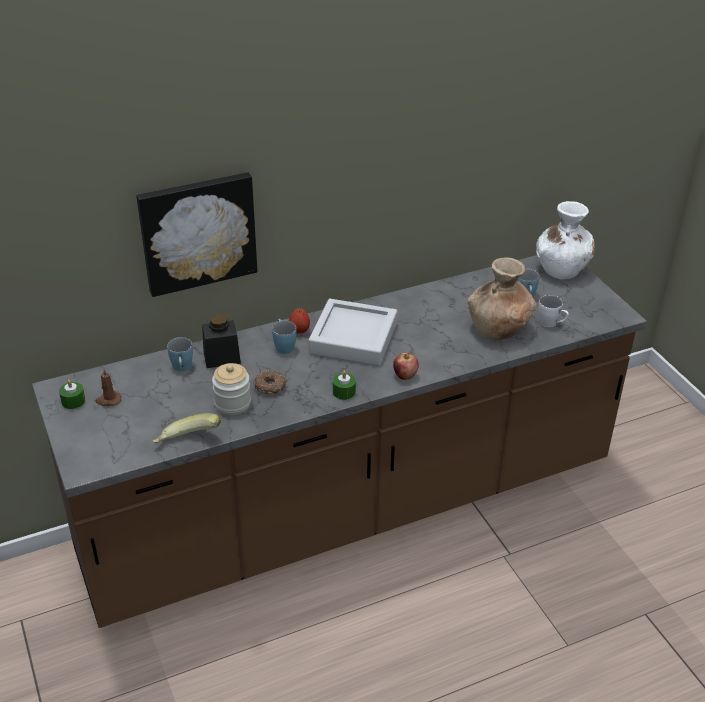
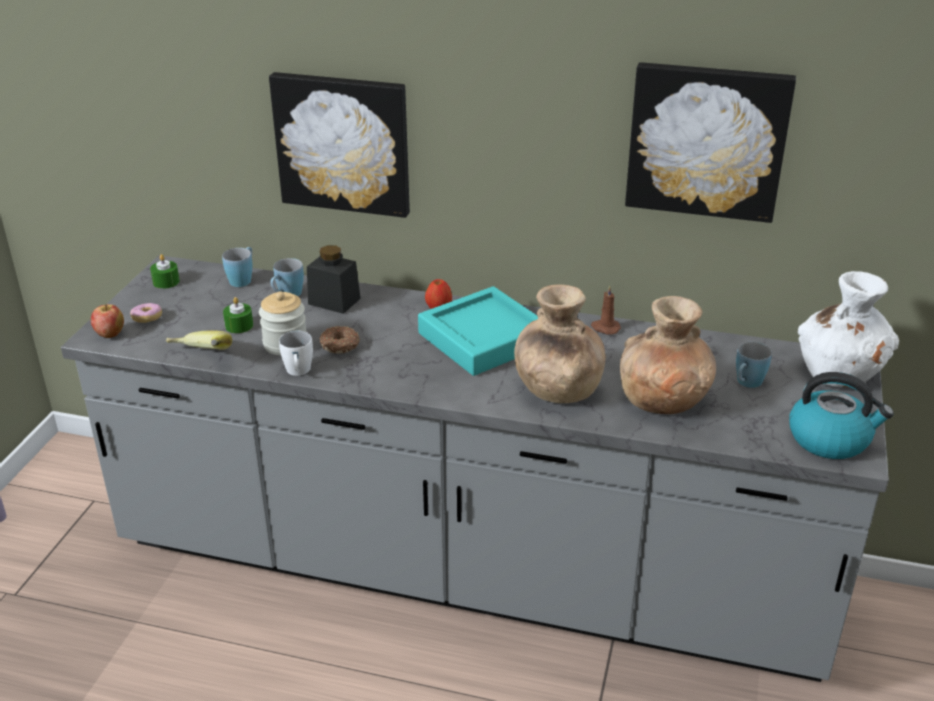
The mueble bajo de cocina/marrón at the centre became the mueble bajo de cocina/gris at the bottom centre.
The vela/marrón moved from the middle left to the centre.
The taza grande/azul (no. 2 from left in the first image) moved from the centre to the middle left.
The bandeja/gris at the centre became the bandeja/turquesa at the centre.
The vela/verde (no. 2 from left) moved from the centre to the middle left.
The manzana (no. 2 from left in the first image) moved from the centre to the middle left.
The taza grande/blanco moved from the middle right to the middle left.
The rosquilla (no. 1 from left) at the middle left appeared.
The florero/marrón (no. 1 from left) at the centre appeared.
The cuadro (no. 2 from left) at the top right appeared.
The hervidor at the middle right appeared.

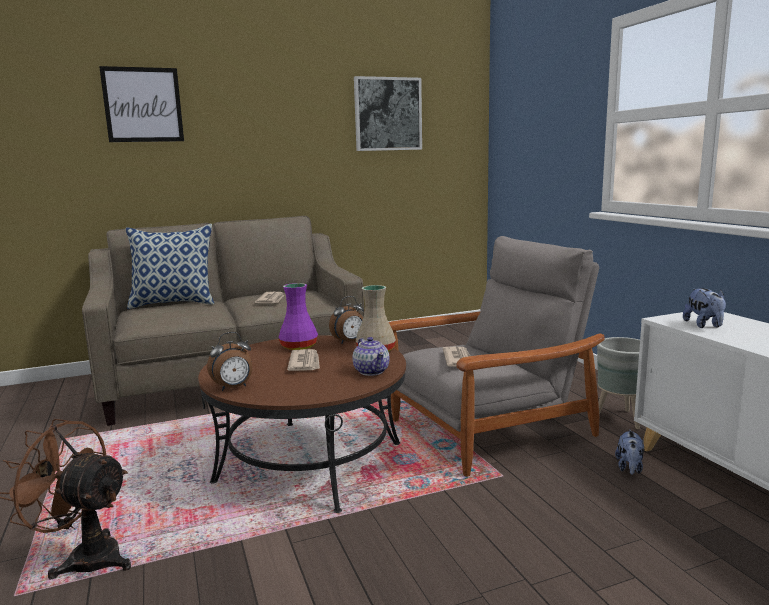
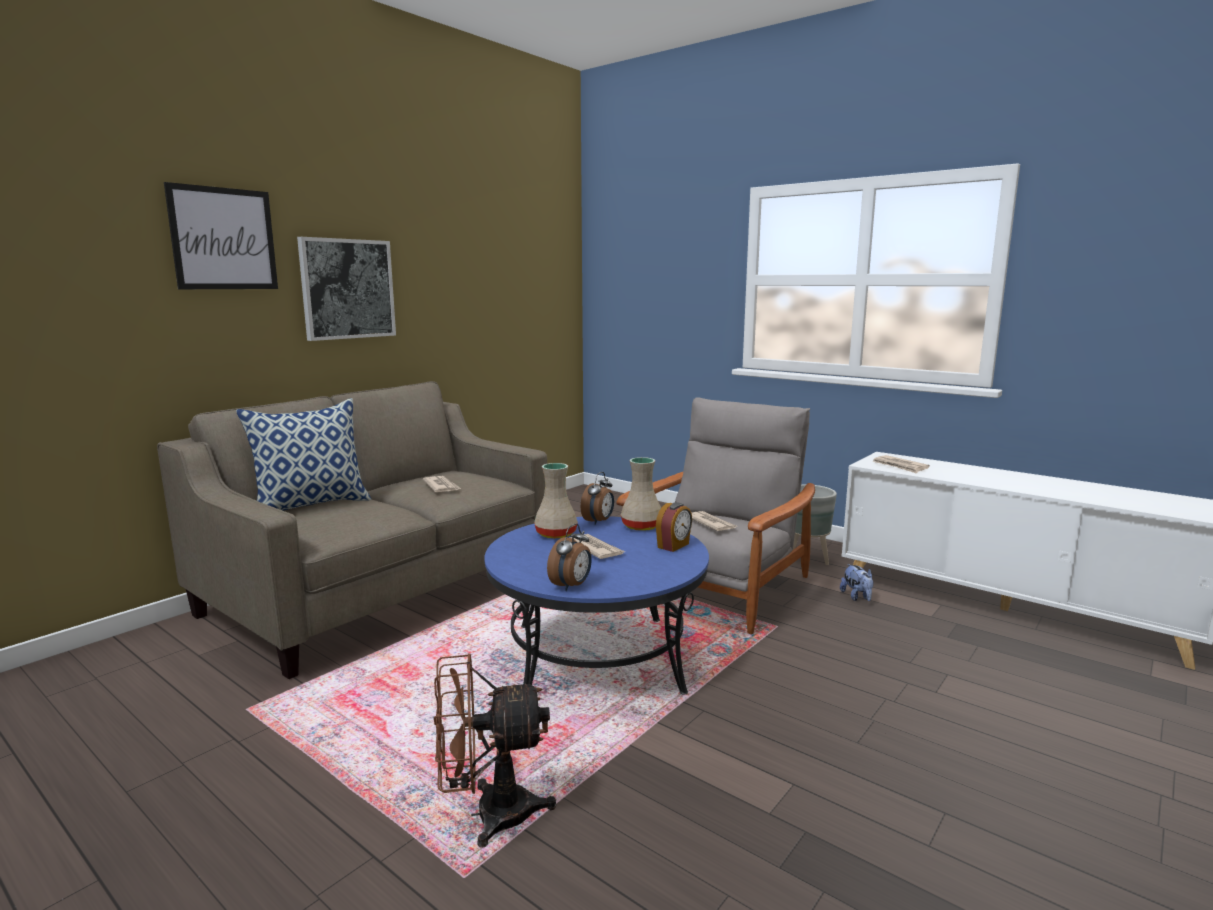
The mesa de centro/marrón at the bottom centre became the mesa de centro/azul at the centre.
The florero/morado at the centre became the florero/beis (no. 1 from left) at the centre.
The tetera at the centre was replaced by the despertador (no. 3 from left) at the centre.
The cuadro (no. 2 from left) moved from the top centre to the top left.
The peluche (no. 2 from left) at the middle right was replaced by the periódico (no. 4 from left) at the middle right.

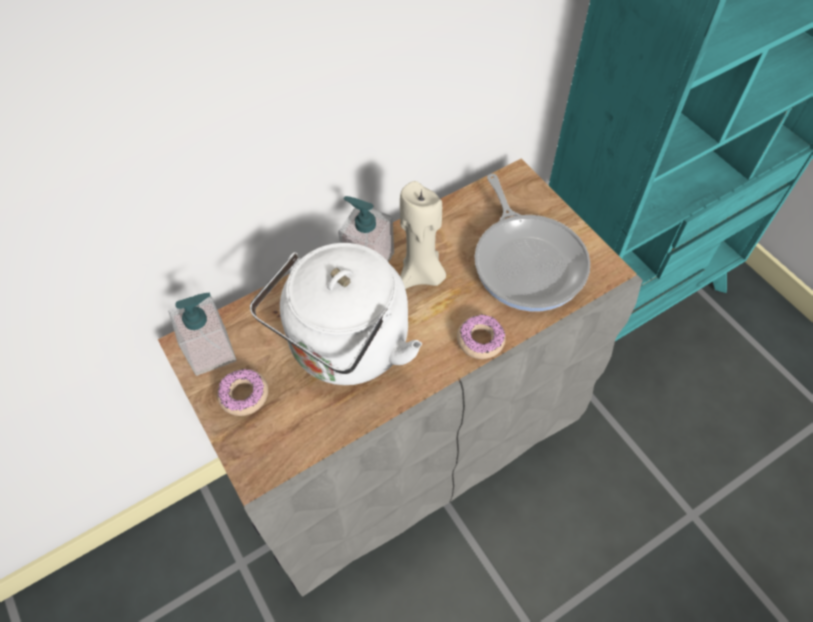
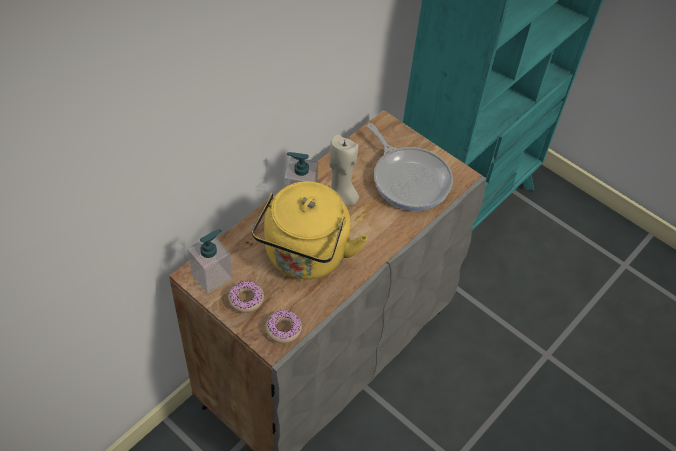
The hervidor/blanco at the centre became the hervidor/amarillo at the centre.
The rosquilla (no. 2 from left) moved from the centre to the bottom centre.

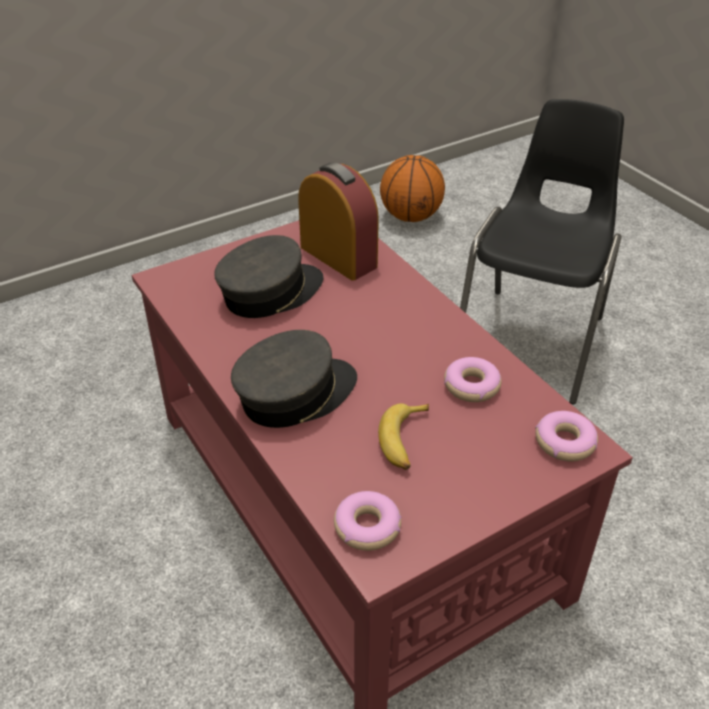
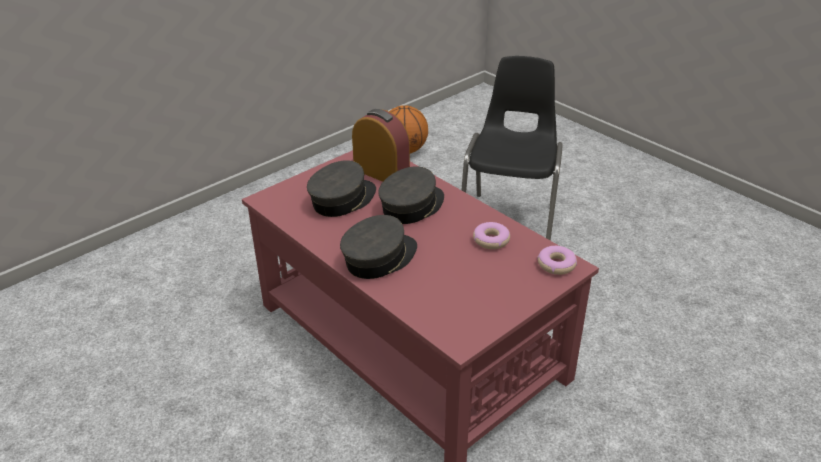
The rosquilla (no. 1 from left) at the bottom centre disappeared.
The plátano at the centre disappeared.
The gorra/gris (no. 3 from left) at the centre appeared.

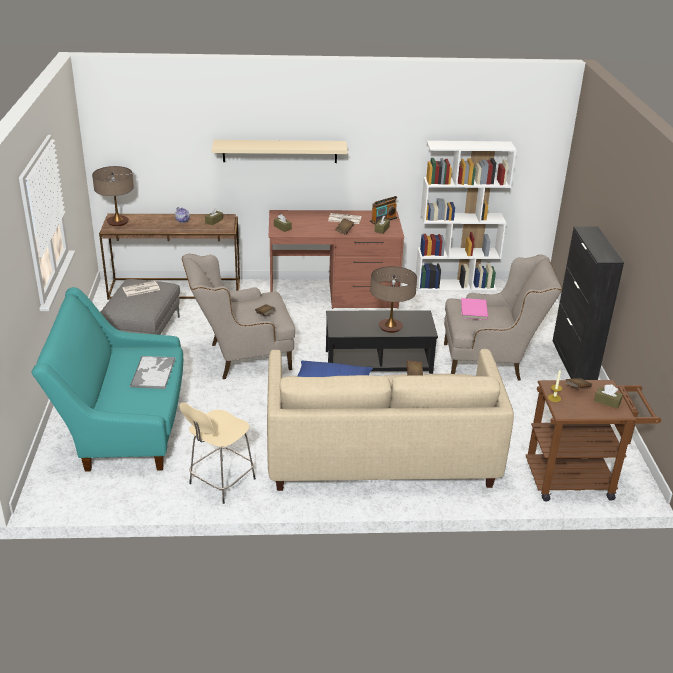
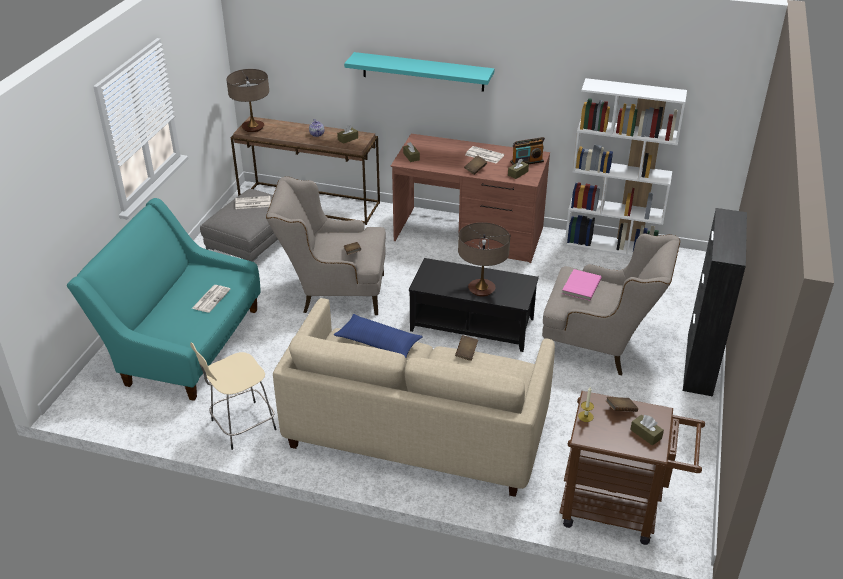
The bandeja at the middle left was replaced by the periódico (no. 1 from left) at the middle left.
The estante/beis at the top centre became the estante/turquesa at the top centre.

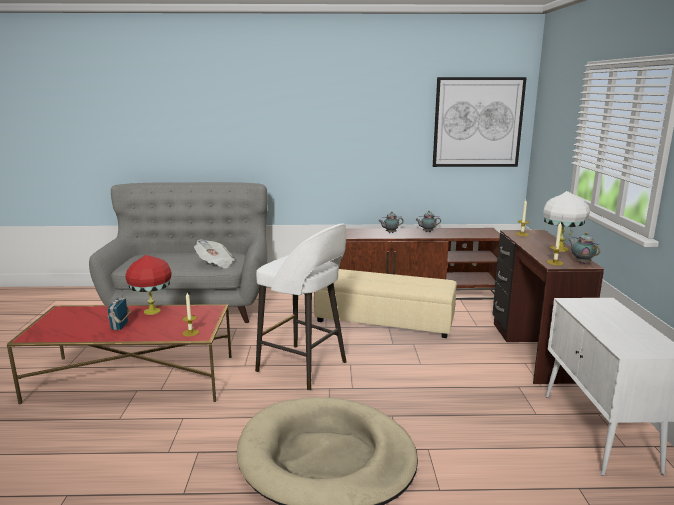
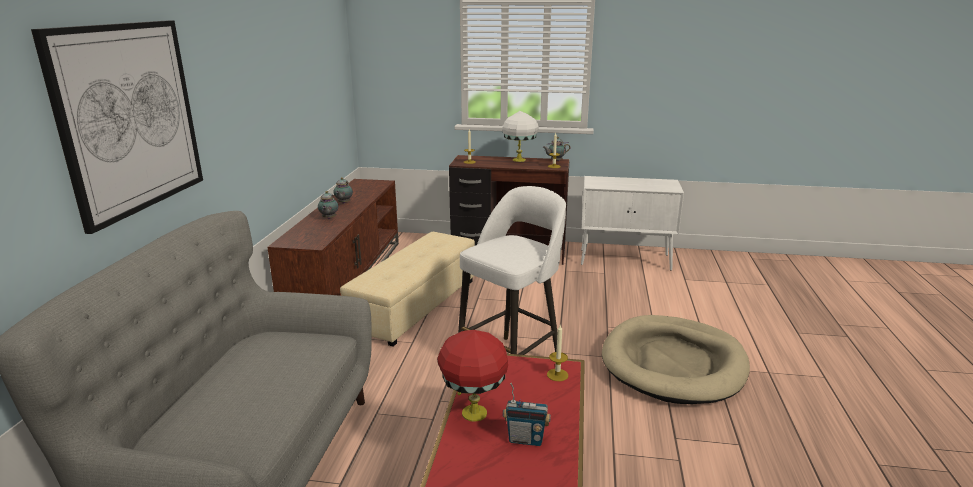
The periódico at the middle left disappeared.
The cuadro moved from the top right to the top left.

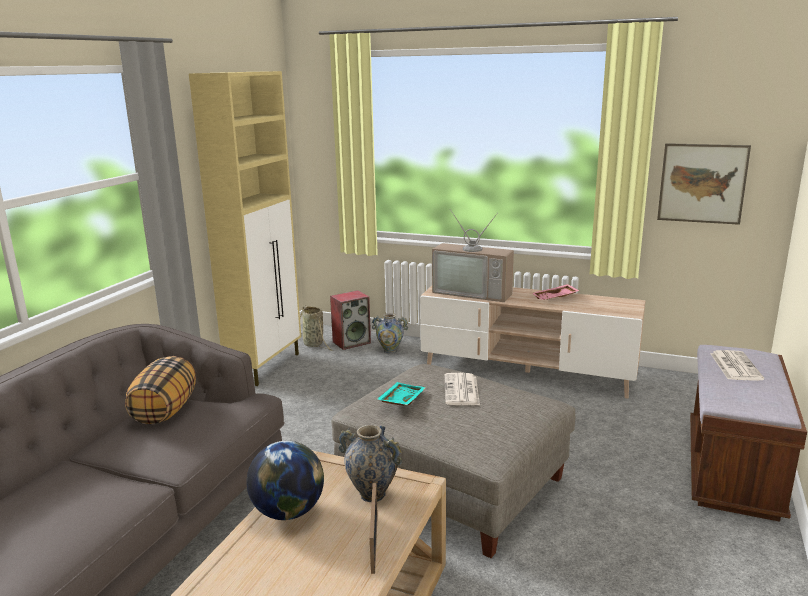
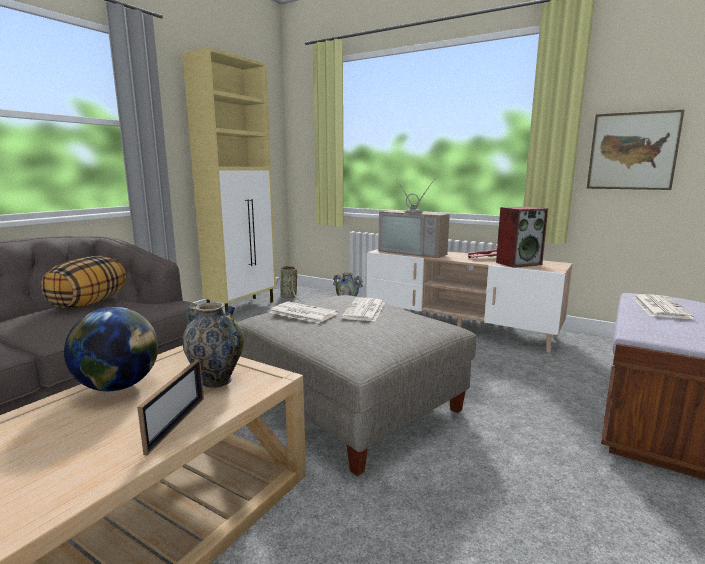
The altavoz moved from the centre to the middle right.
The bandeja/turquesa at the centre was replaced by the periódico (no. 1 from left) at the centre.

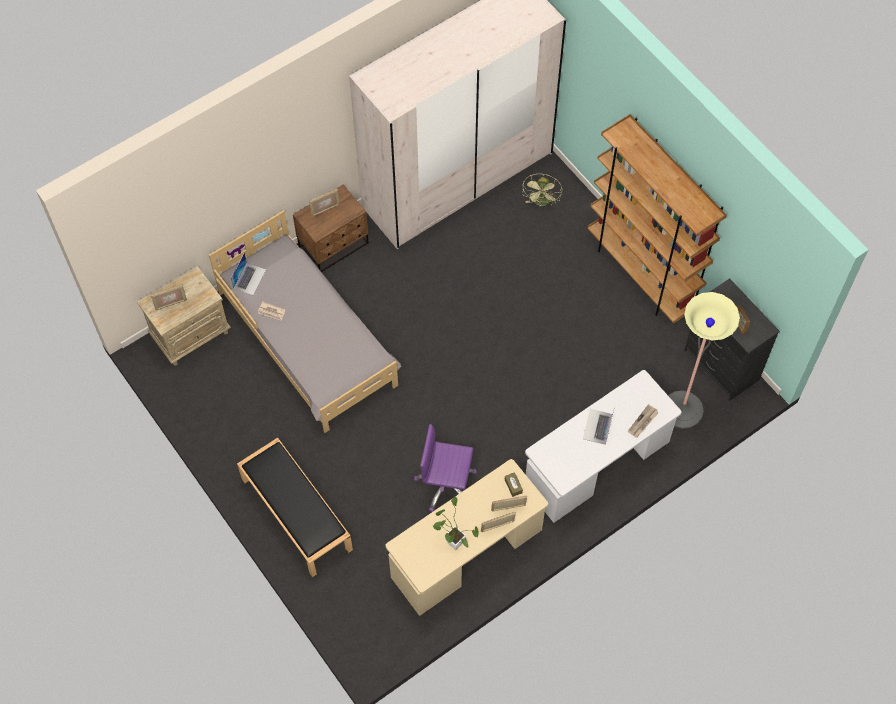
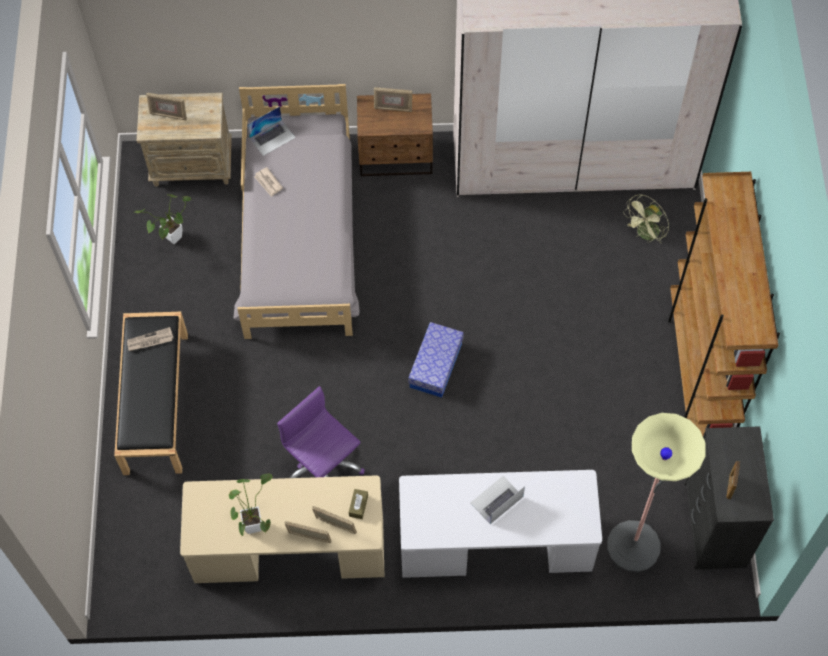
The periódico (no. 2 from left in the first image) moved from the middle right to the middle left.
The planta en maceta (no. 1 from left) at the middle left appeared.
The caja de almacenaje at the centre appeared.

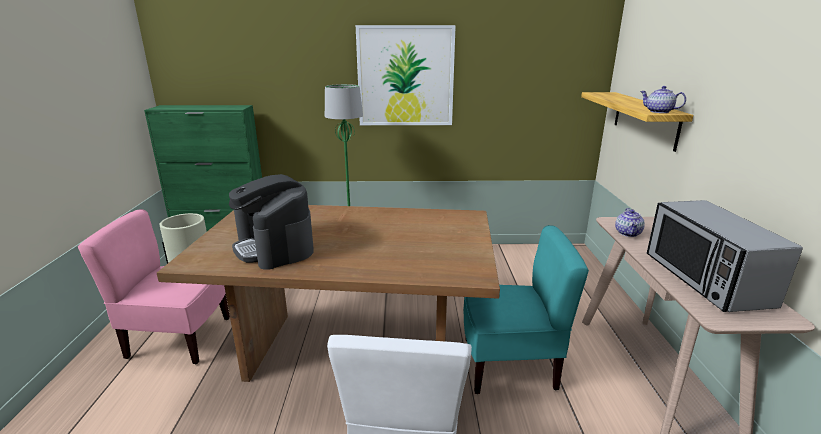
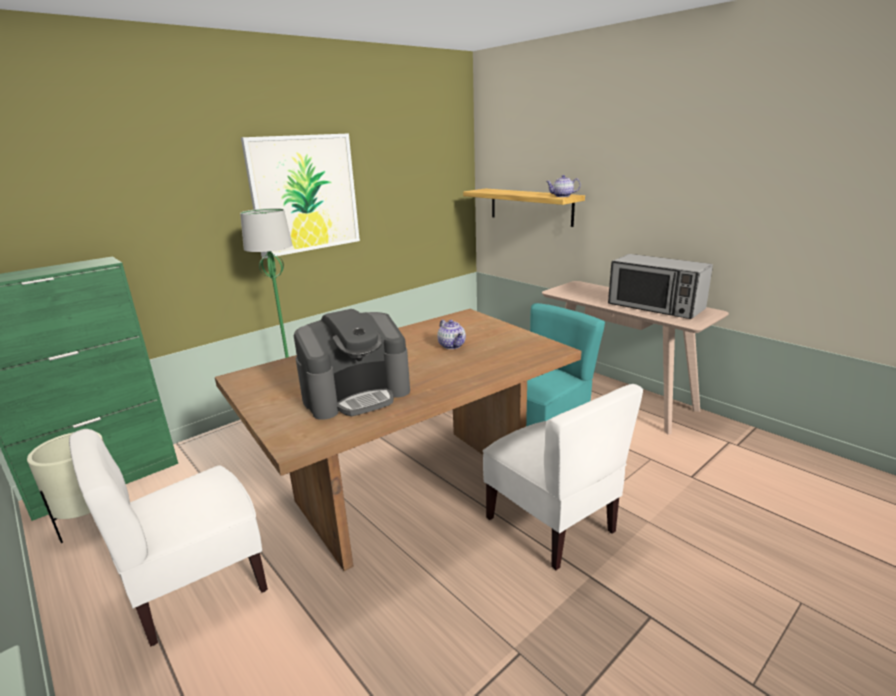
The silla/rosa at the middle left became the silla/blanco (no. 1 from left) at the bottom left.
The cafetera at the middle left turned 45 degrees counterclockwise.
The tetera (no. 1 from left) moved from the middle right to the centre.

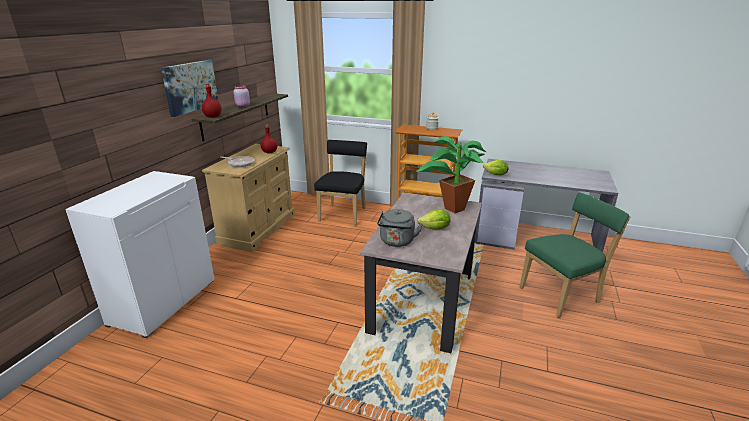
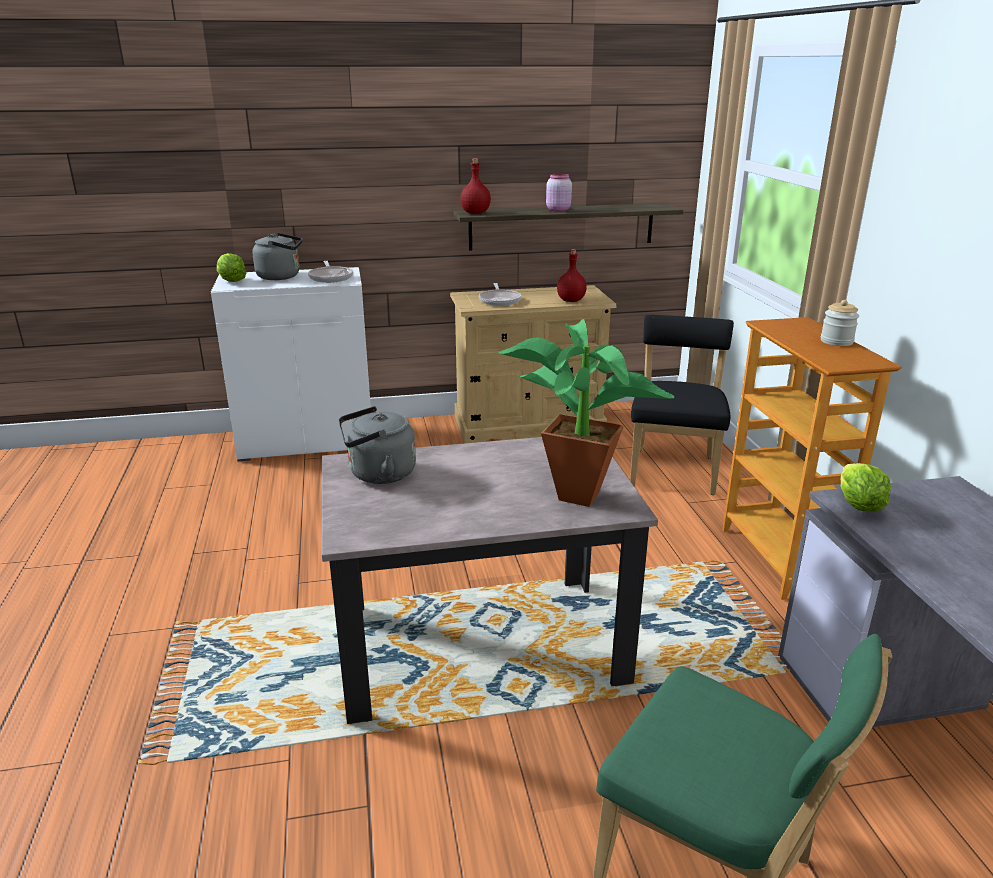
The cuadro at the top left disappeared.
The silla/negro at the centre turned 60 degrees counterclockwise.
The lechuga (no. 1 from left) moved from the centre to the top left.
The hervidor/gris (no. 1 from left) at the top left appeared.
The sartén (no. 1 from left) at the top left appeared.

